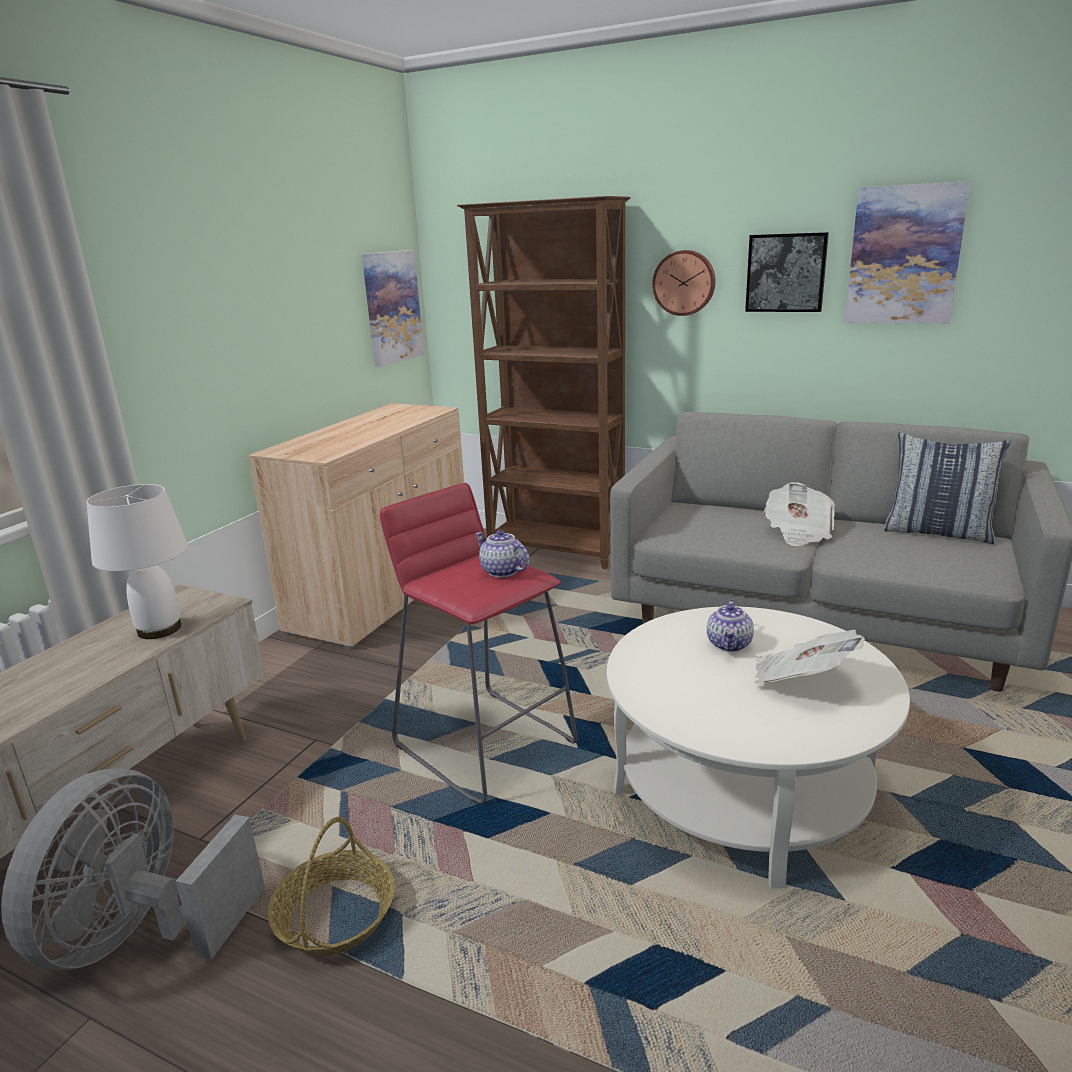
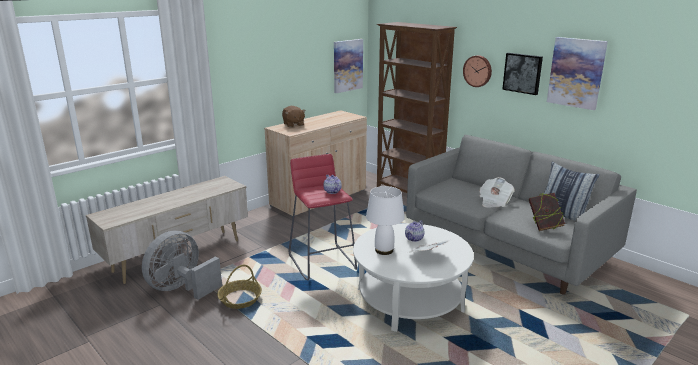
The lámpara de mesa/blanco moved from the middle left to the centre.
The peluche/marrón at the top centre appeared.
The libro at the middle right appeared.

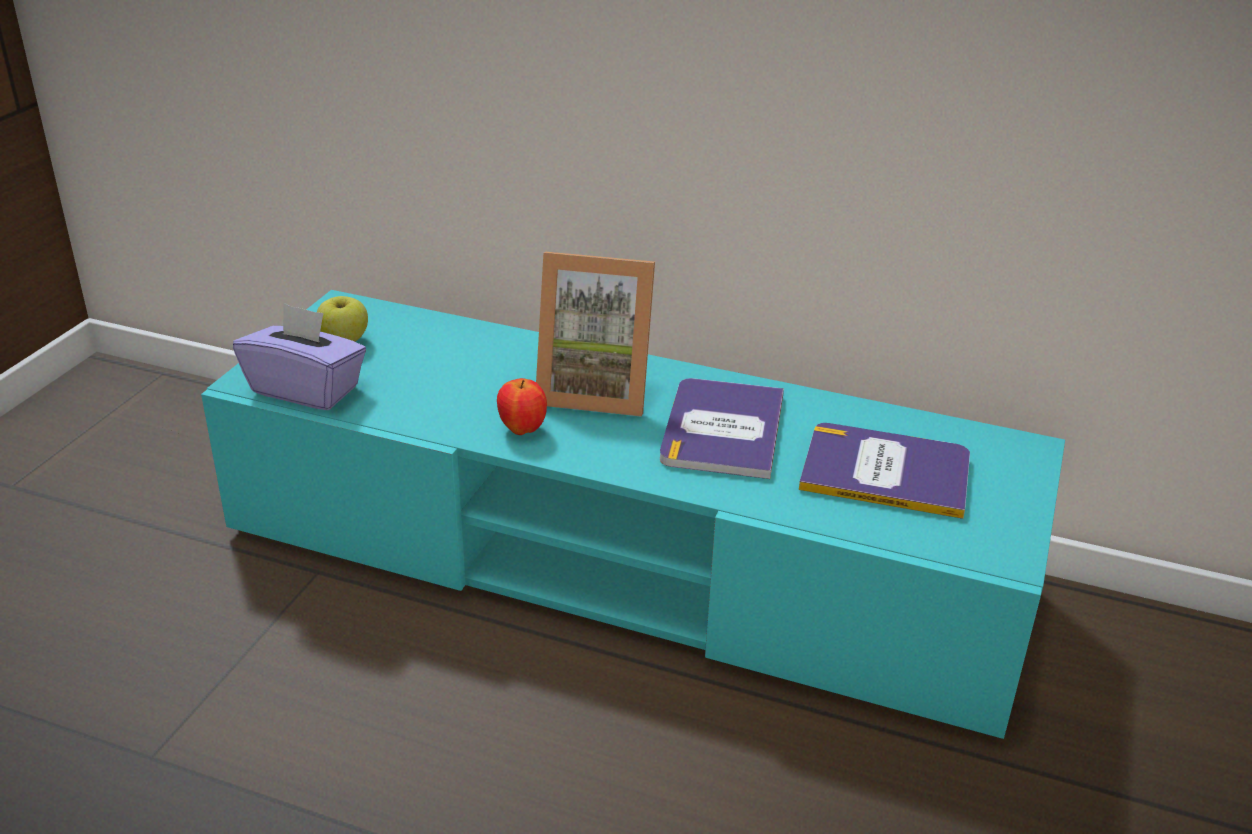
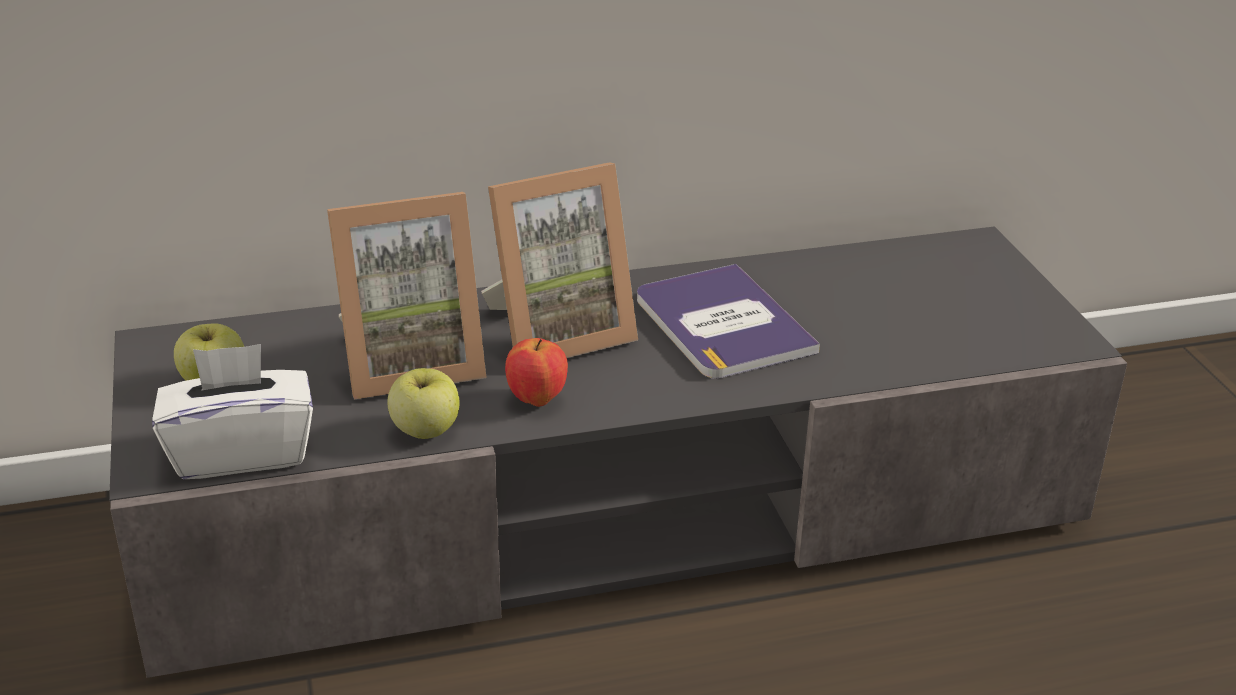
The mueble de televisión/turquesa at the centre became the mueble de televisión/gris at the centre.
The caja de pañuelos/morado at the middle left became the caja de pañuelos/blanco at the middle left.
The libro (no. 2 from left) at the middle right disappeared.
The portarretratos (no. 1 from left) at the middle left appeared.
The manzana (no. 2 from left) at the centre appeared.

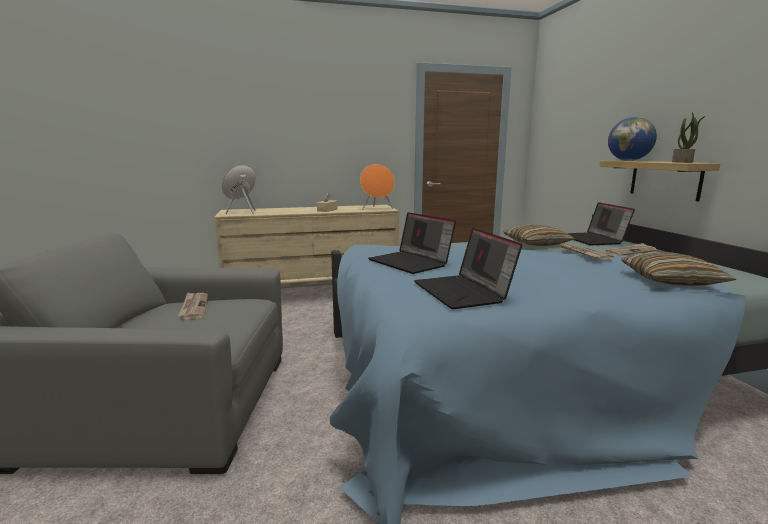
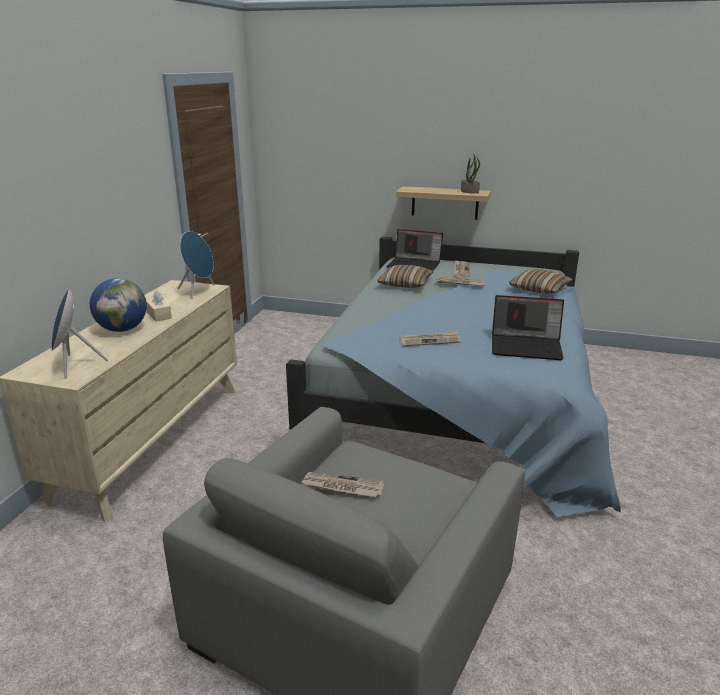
The altavoz/naranja at the centre became the altavoz/azul (no. 2 from left) at the middle left.
The portátil (no. 1 from left) at the centre was replaced by the periódico (no. 2 from left) at the centre.
The globo terráqueo moved from the top right to the middle left.

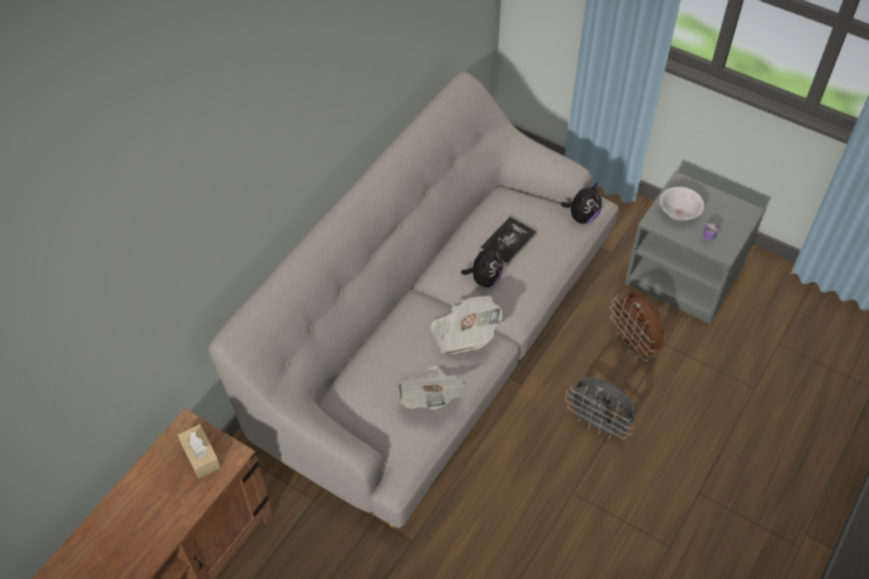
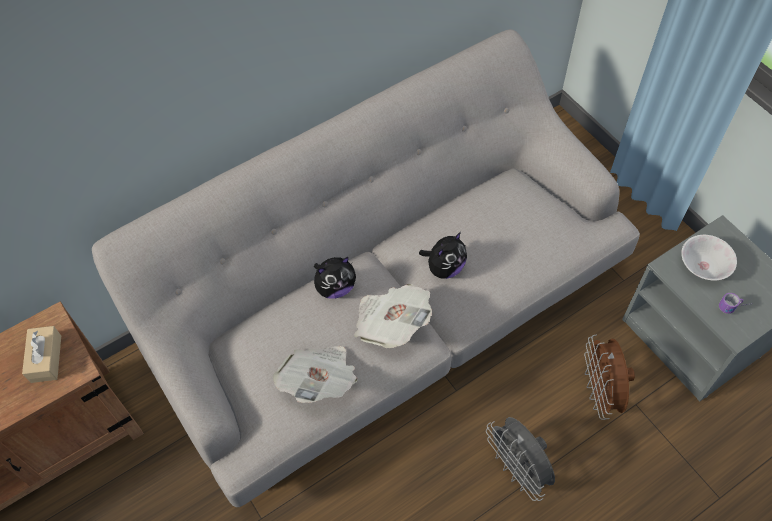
The libro at the centre disappeared.
The peluche (no. 2 from left in the first image) moved from the middle right to the centre.

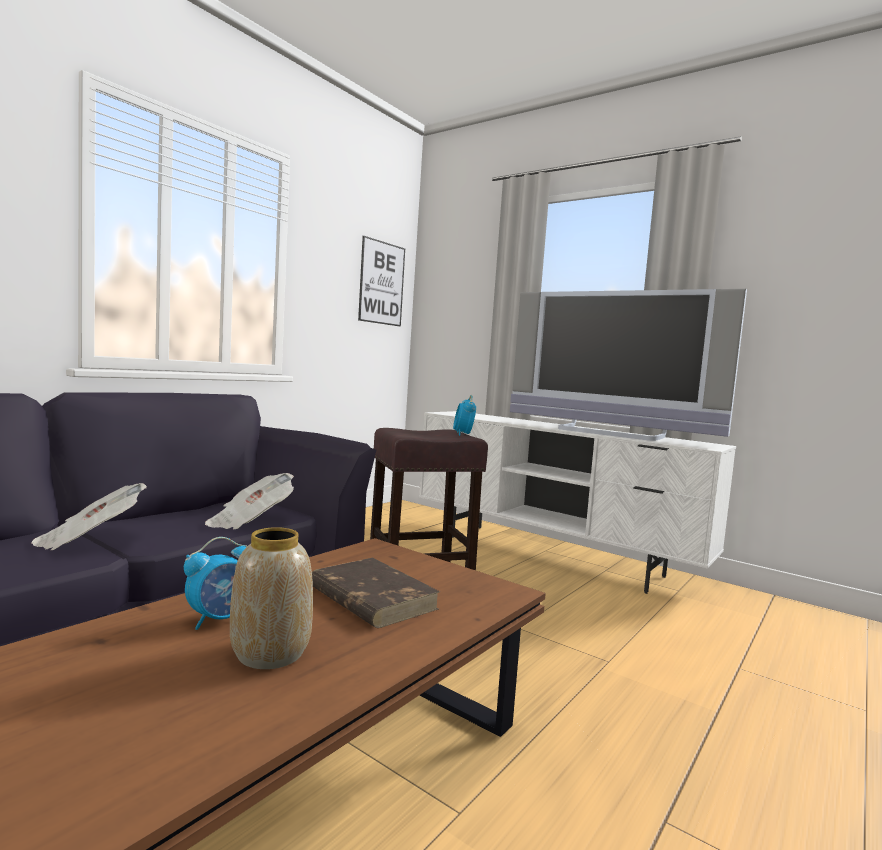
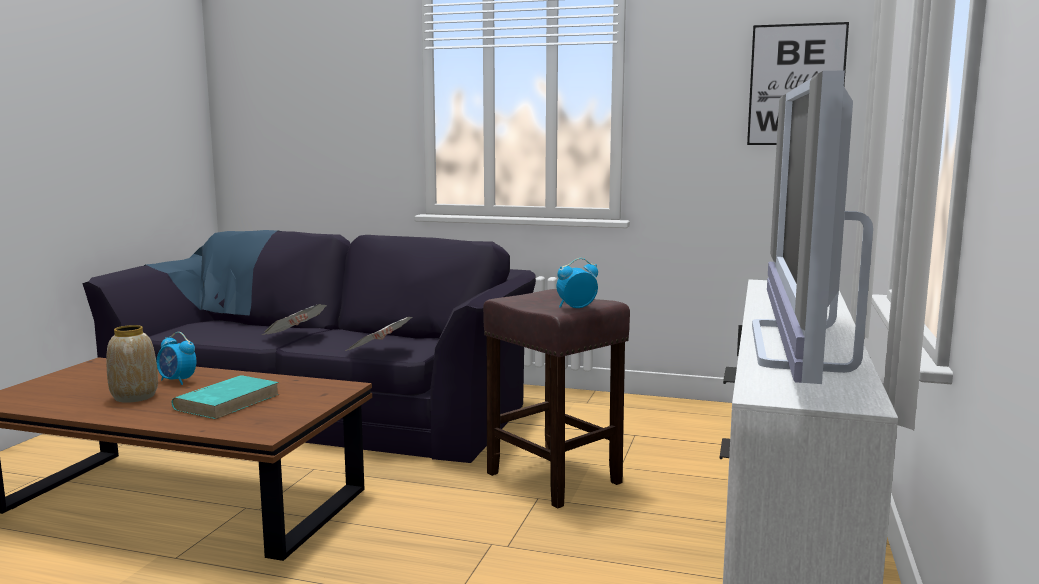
The libro/marrón at the bottom centre became the libro/turquesa at the bottom left.

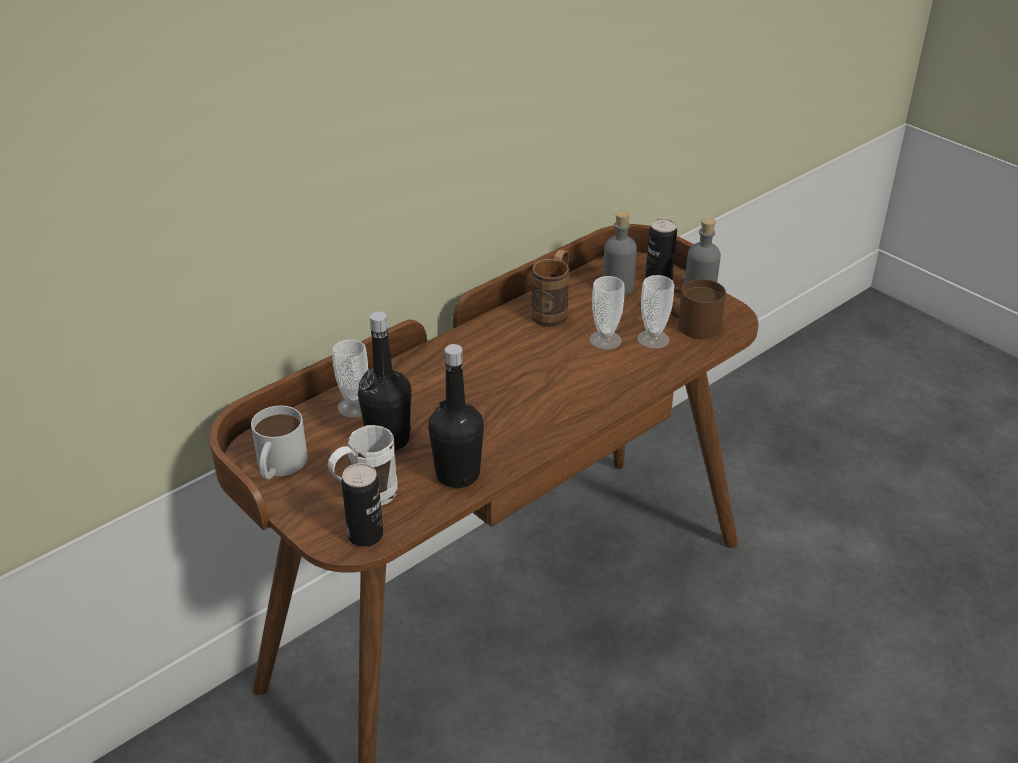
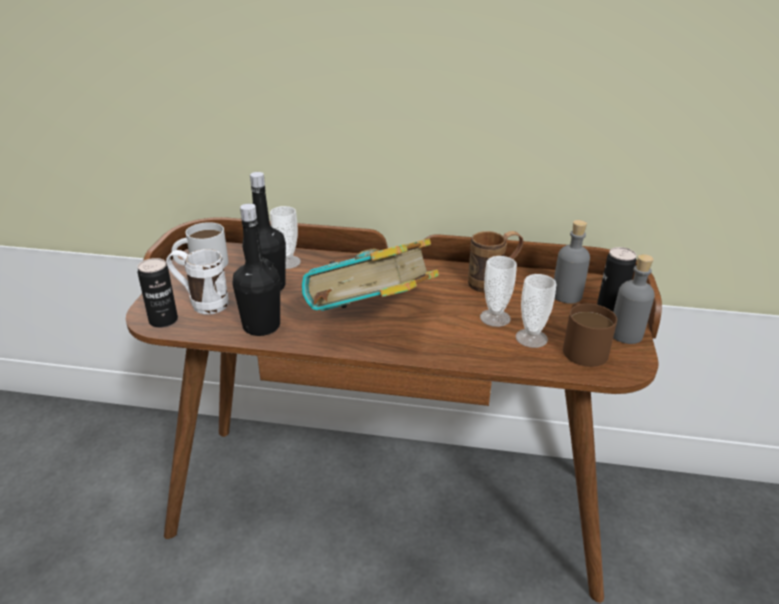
The libro at the centre appeared.

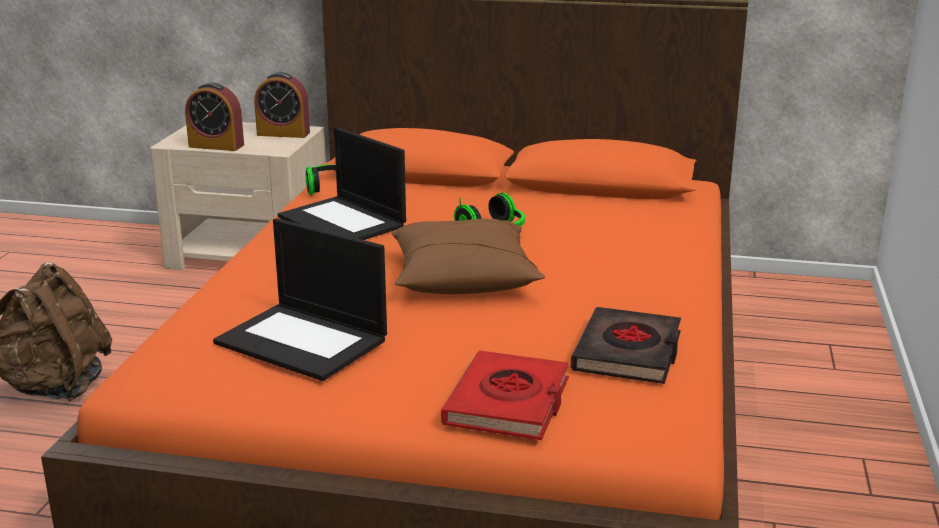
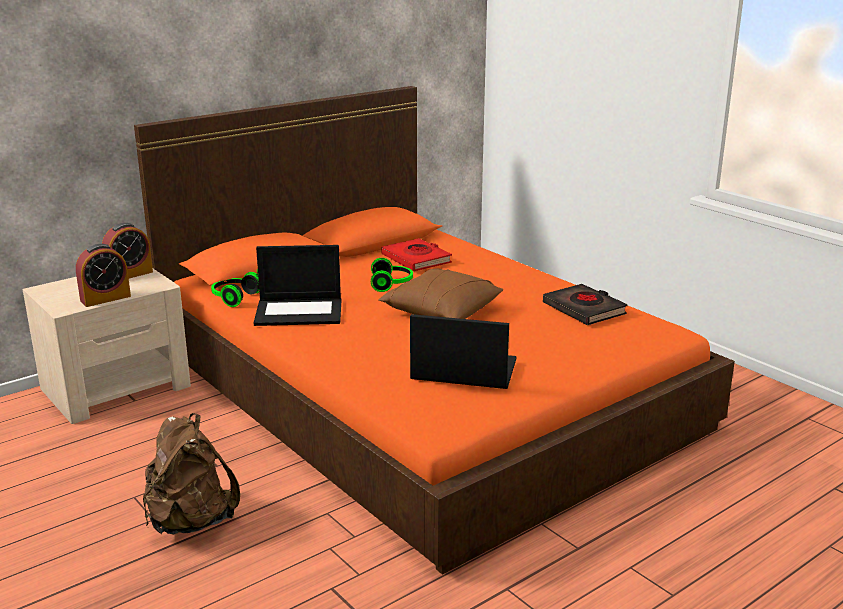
The portátil (no. 1 from left in the first image) at the middle left turned 150 degrees counterclockwise.
The libro/rojo moved from the bottom centre to the centre.

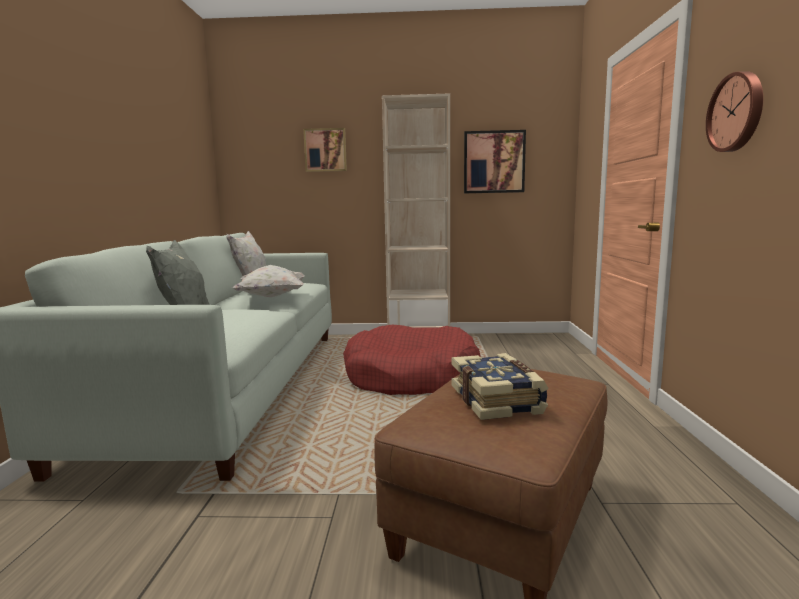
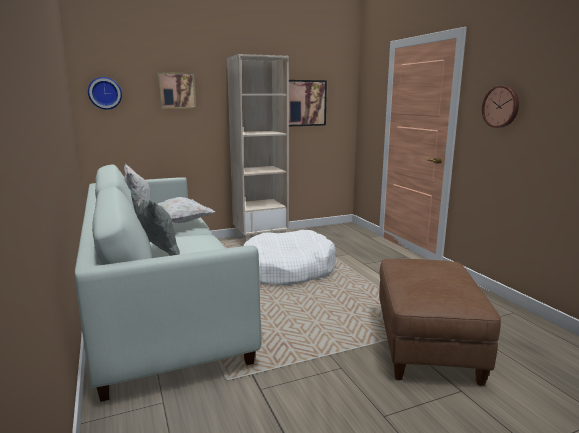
The cama para perro/rojo at the centre became the cama para perro/blanco at the centre.
The libro at the centre disappeared.
The reloj de pared (no. 1 from left) at the top left appeared.

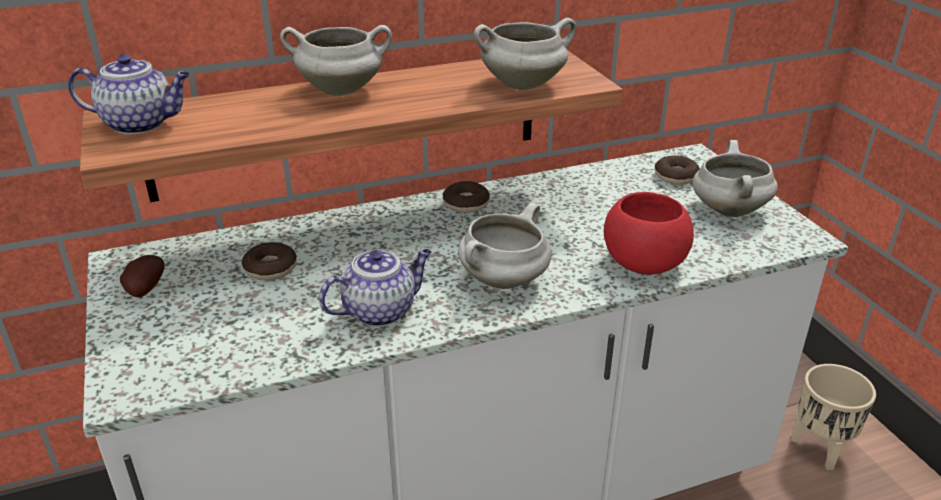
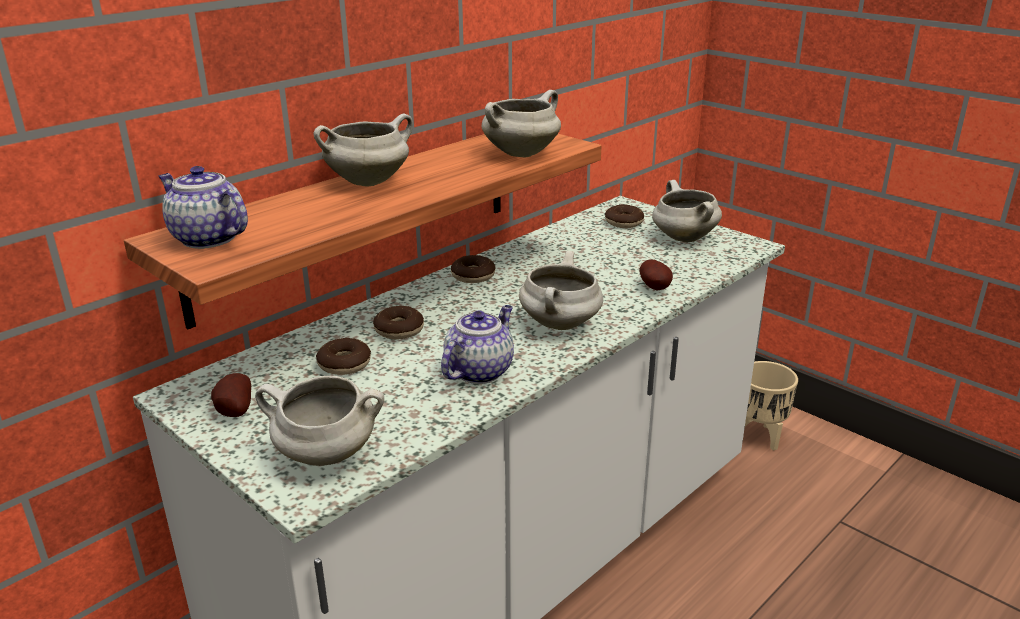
The tetera (no. 1 from left) at the top left turned 120 degrees counterclockwise.
The cuenco/rojo at the middle right was replaced by the patata (no. 2 from left) at the centre.
The olla/blanco (no. 1 from left) at the bottom left appeared.
The rosquilla (no. 2 from left) at the centre appeared.

